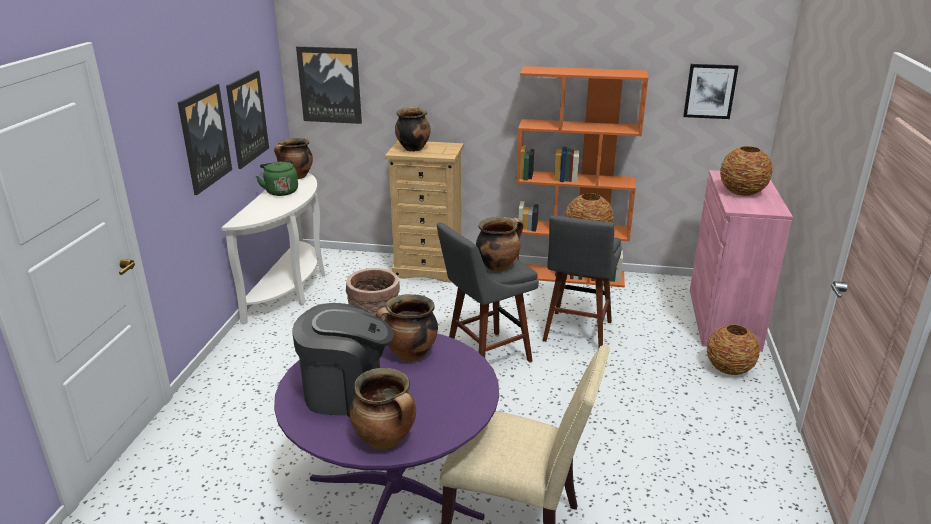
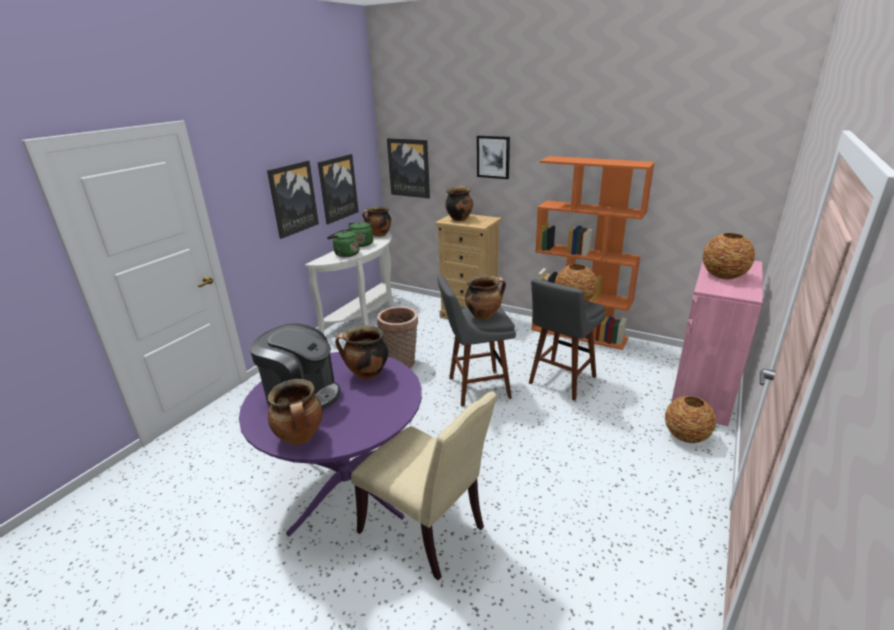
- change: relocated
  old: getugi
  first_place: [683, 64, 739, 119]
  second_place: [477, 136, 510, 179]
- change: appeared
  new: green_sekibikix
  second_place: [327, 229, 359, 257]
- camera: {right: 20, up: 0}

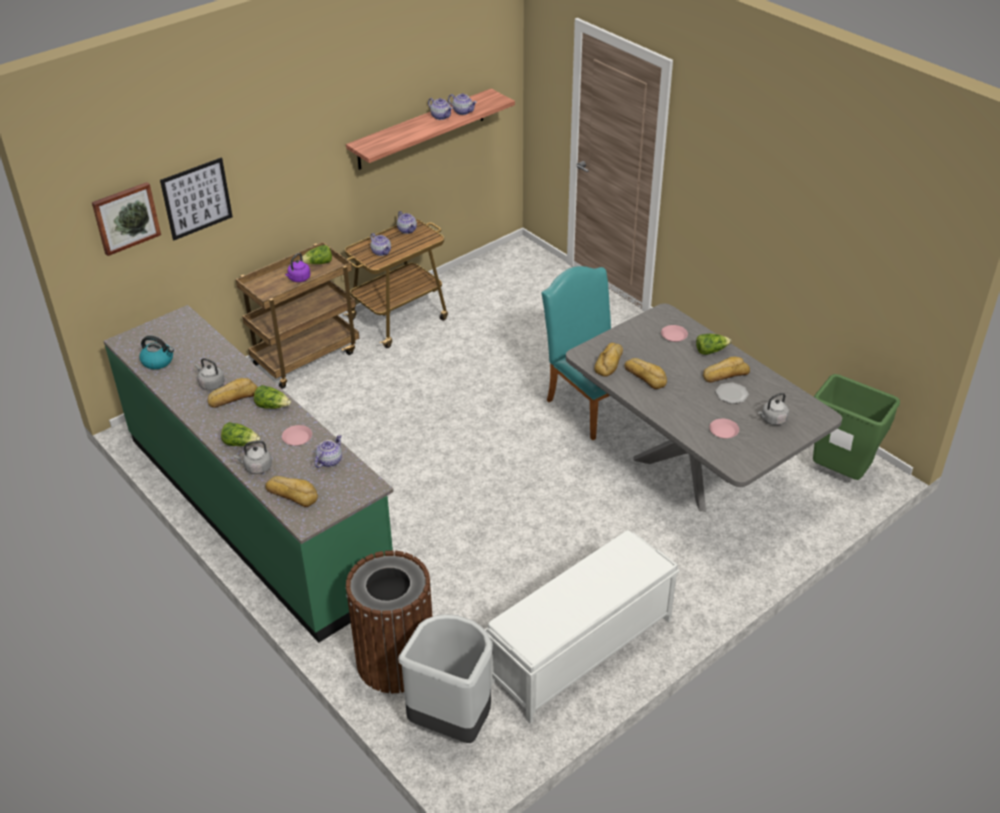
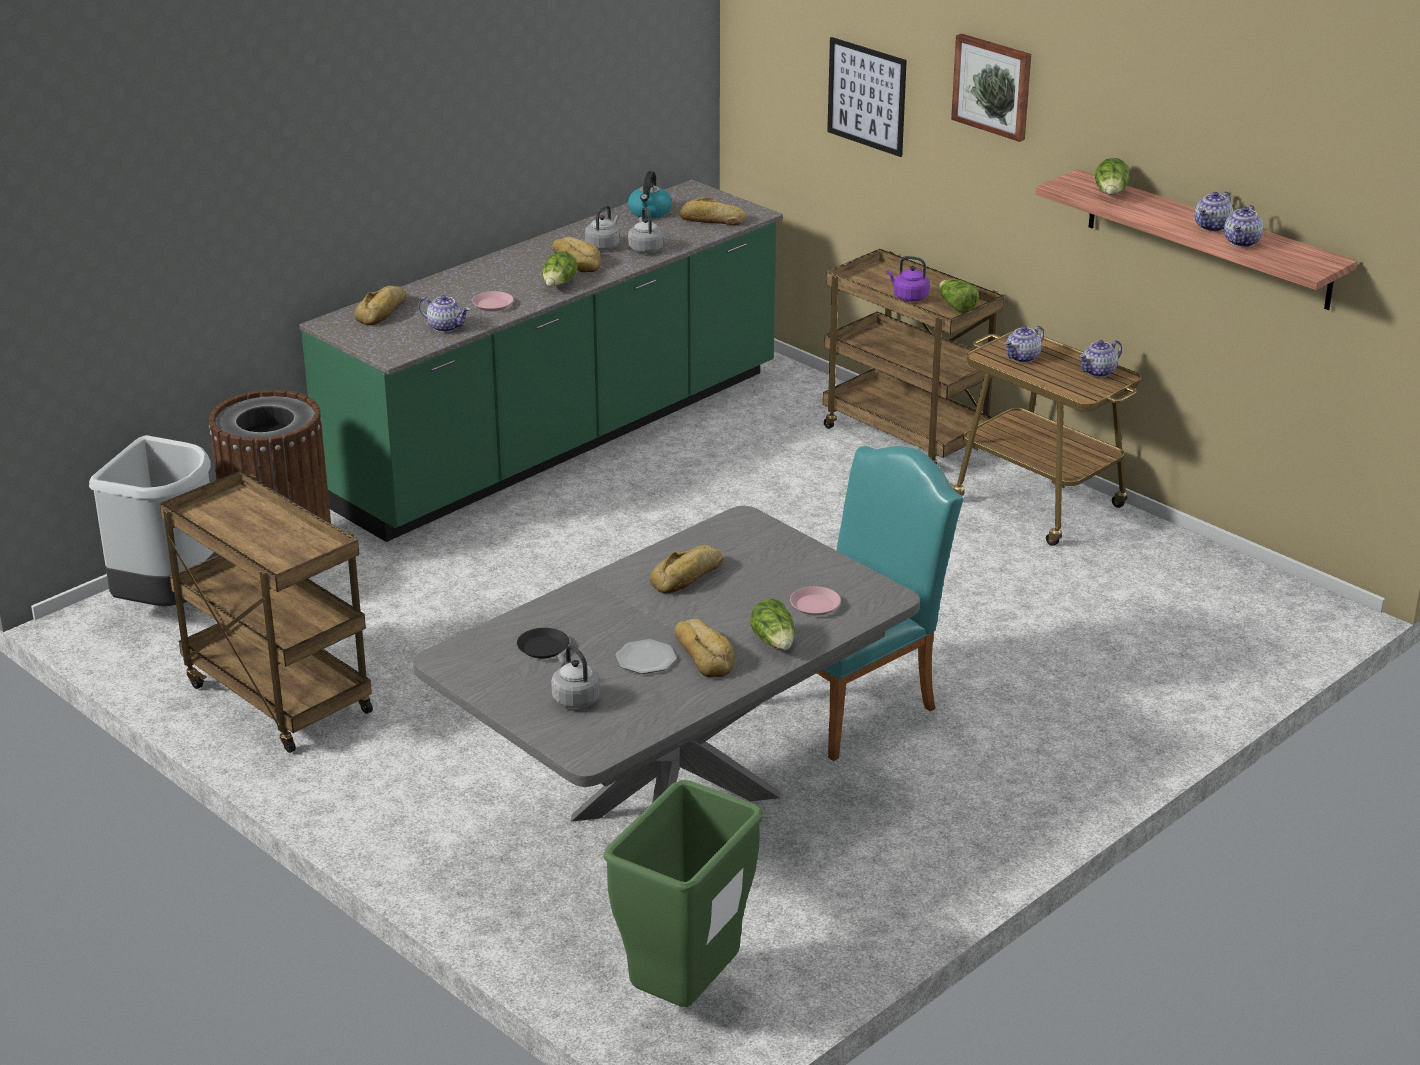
- change: relocated
  old: getugi
  first_place: [92, 182, 161, 256]
  second_place: [951, 34, 1031, 142]
- change: relocated
  old: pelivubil
  first_place: [221, 422, 260, 446]
  second_place: [1095, 158, 1129, 195]
- change: relocated
  old: grey_sekibikix
  first_place: [234, 440, 272, 474]
  second_place: [628, 207, 663, 253]
- change: exchanged
  old: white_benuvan
  new: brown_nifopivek
  first_place: [485, 530, 680, 724]
  second_place: [160, 470, 373, 753]
- change: relocated
  old: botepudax
  first_place: [594, 343, 623, 377]
  second_place: [680, 197, 746, 225]
- change: colour
  old: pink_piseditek
  new: black_piseditek
  first_place: [709, 419, 739, 439]
  second_place: [517, 628, 569, 658]
- camera: {right: 85, up: -10}

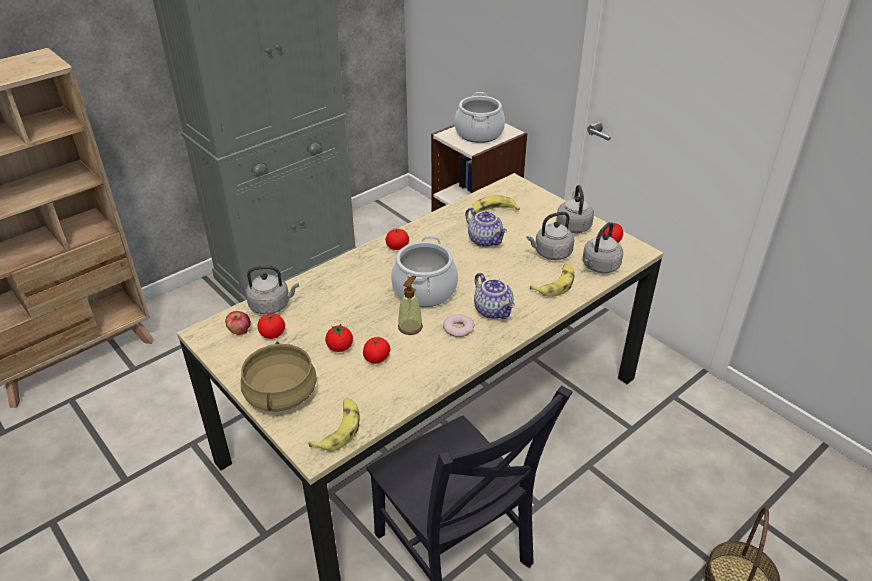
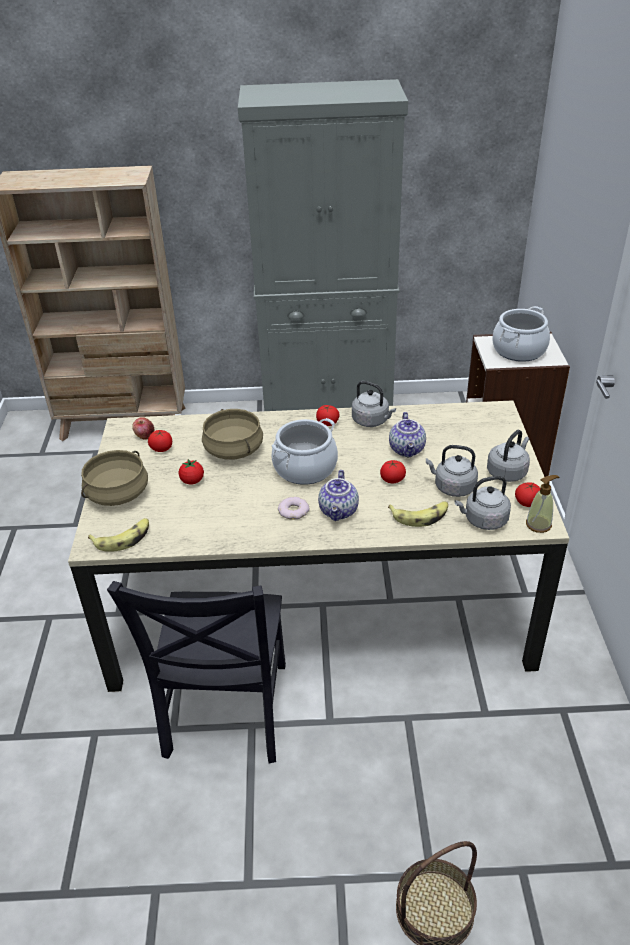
- change: relocated
  old: grey_sekibikix
  first_place: [246, 265, 299, 314]
  second_place: [352, 381, 396, 427]
- change: relocated
  old: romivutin
  first_place: [363, 337, 390, 364]
  second_place: [380, 460, 406, 483]
- change: relocated
  old: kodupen
  first_place: [398, 276, 423, 335]
  second_place: [526, 475, 559, 533]
- change: missing
  old: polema
  first_place: [471, 195, 520, 215]
- change: appeared
  new: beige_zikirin
  second_place: [202, 409, 263, 460]
- camera: {right: 40, up: 0}

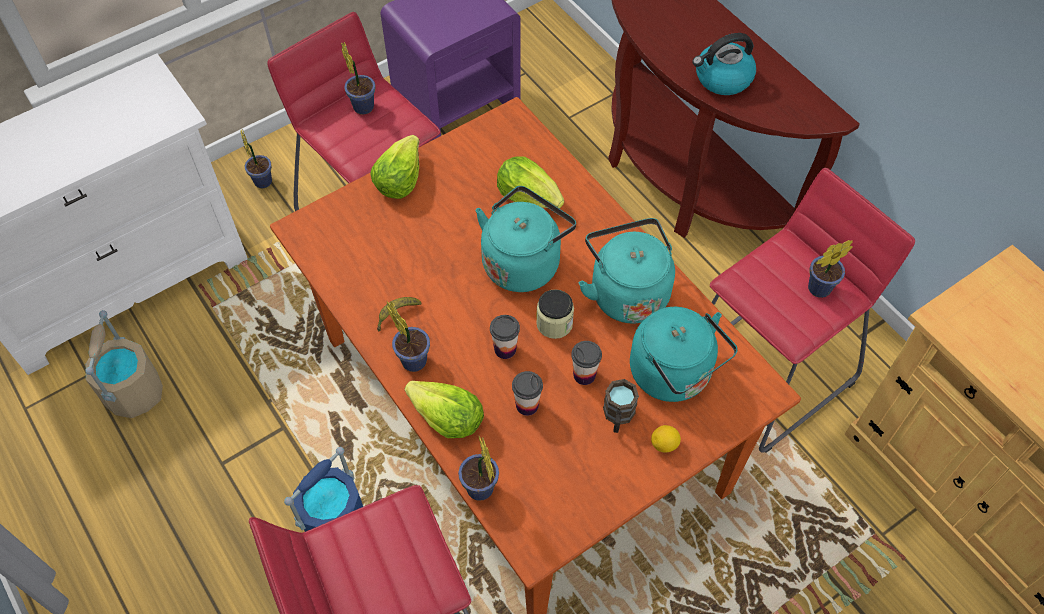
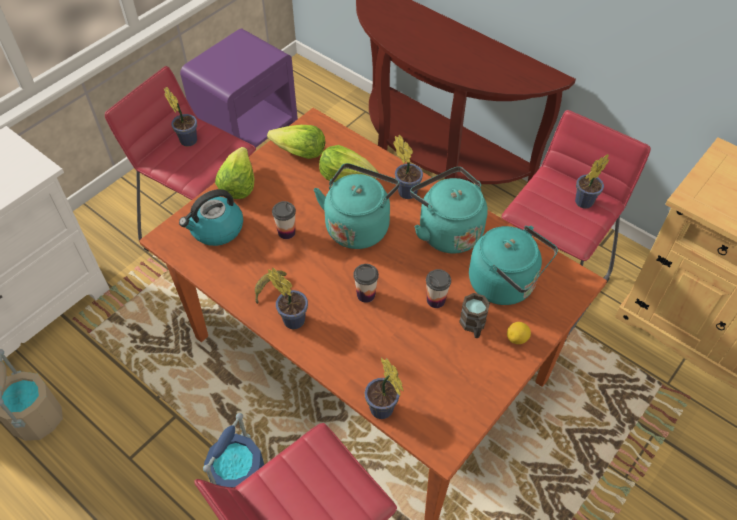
- change: relocated
  old: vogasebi
  first_place: [240, 129, 272, 189]
  second_place: [393, 134, 423, 199]
- change: relocated
  old: pelivubil
  first_place: [405, 381, 484, 438]
  second_place: [267, 125, 326, 159]
- change: relocated
  old: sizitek
  first_place: [512, 371, 543, 416]
  second_place: [272, 201, 296, 239]
- change: missing
  old: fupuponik
  first_place: [536, 289, 574, 339]
- change: relocated
  old: sekibikix
  first_place: [692, 33, 756, 95]
  second_place: [179, 189, 243, 246]
- camera: {right: -15, up: -5}

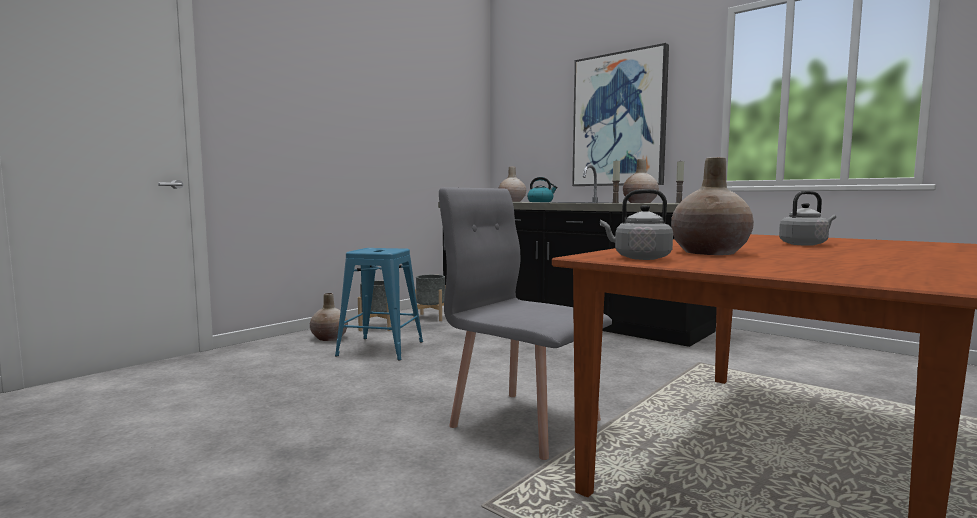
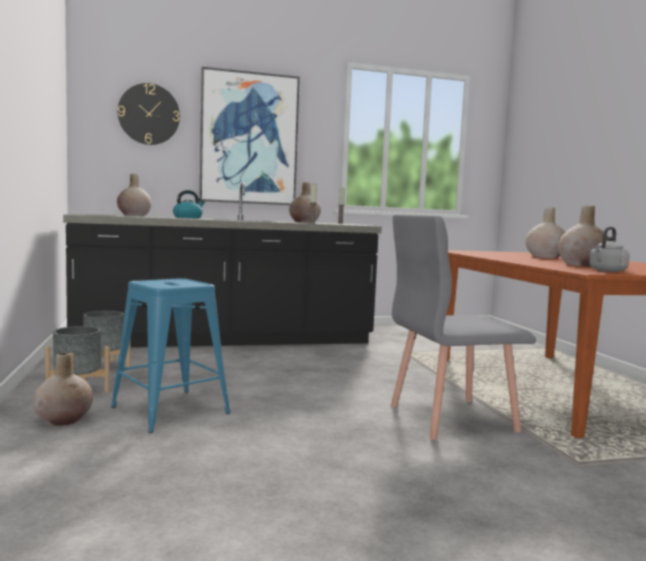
- change: exchanged
  old: grey_sekibikix
  new: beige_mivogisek
  first_place: [779, 191, 836, 246]
  second_place: [526, 207, 565, 258]
- change: appeared
  new: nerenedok
  second_place: [118, 83, 180, 145]
- camera: {right: -55, up: 0}

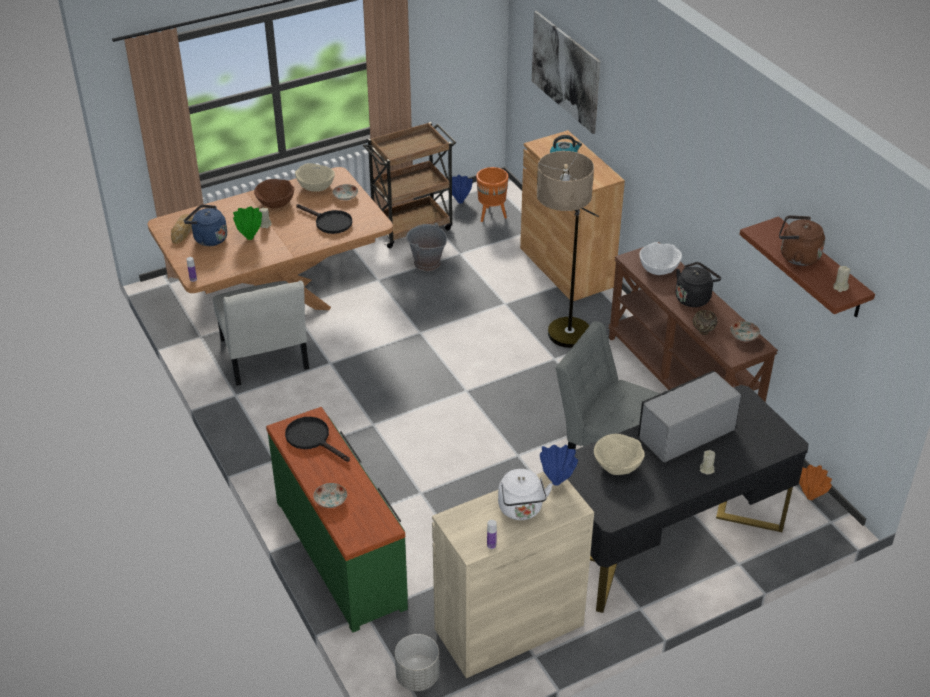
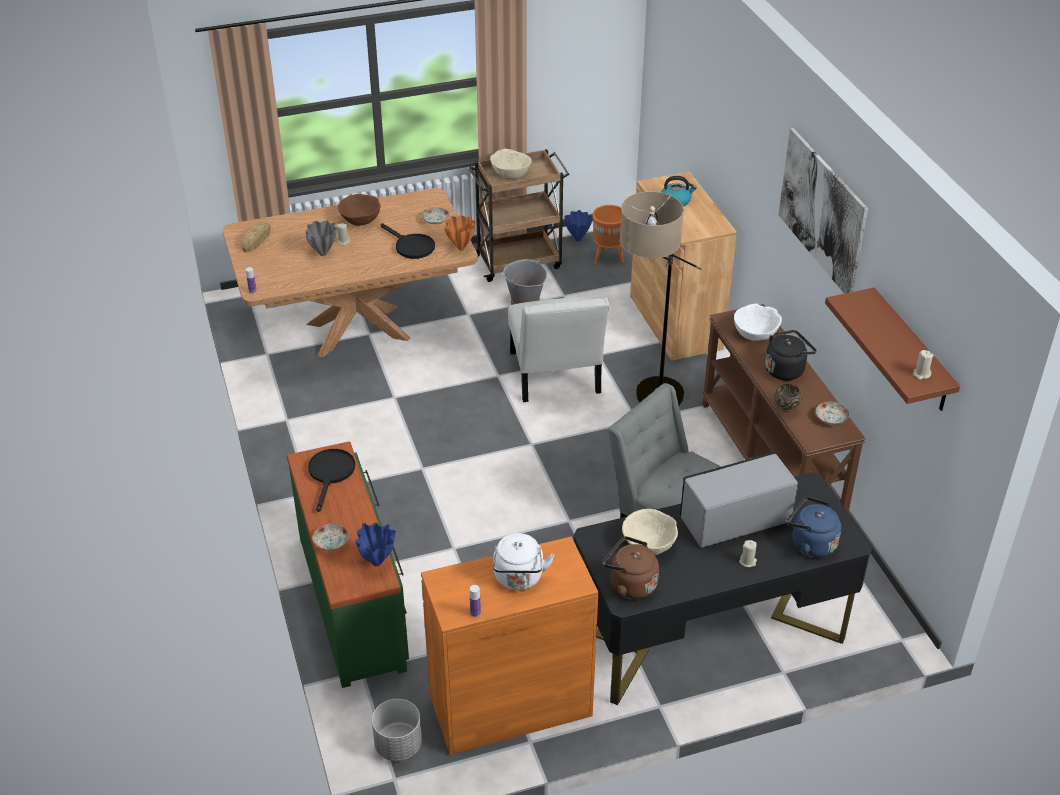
- change: relocated
  old: blue_sekibikix
  first_place: [184, 205, 227, 246]
  second_place: [787, 497, 841, 558]
- change: relocated
  old: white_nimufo
  first_place: [213, 280, 309, 386]
  second_place: [508, 297, 609, 402]
- change: colour
  old: green_mivogisek
  new: grey_mivogisek
  first_place: [233, 206, 262, 240]
  second_place: [306, 220, 337, 256]
- change: spun
  old: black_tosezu
  first_place: [285, 417, 350, 462]
  second_place: [308, 449, 355, 512]
  degrees: 45
- change: relocated
  old: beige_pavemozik
  first_place: [295, 163, 335, 192]
  second_place: [491, 149, 532, 179]
- change: colour
  old: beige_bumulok
  new: orange_bumulok
  first_place: [432, 472, 594, 678]
  second_place: [421, 536, 598, 755]
- change: relocated
  old: getugi
  first_place: [532, 11, 600, 134]
  second_place: [778, 128, 868, 294]
- change: relocated
  old: blue_mivogisek
  first_place: [540, 445, 578, 486]
  second_place: [355, 523, 396, 566]
- change: relocated
  old: brown_sekibikix
  first_place: [779, 215, 825, 266]
  second_place: [602, 536, 659, 599]
- change: relocated
  old: orange_mivogisek
  first_place: [799, 465, 832, 500]
  second_place: [444, 215, 475, 251]
- camera: {right: 10, up: 0}

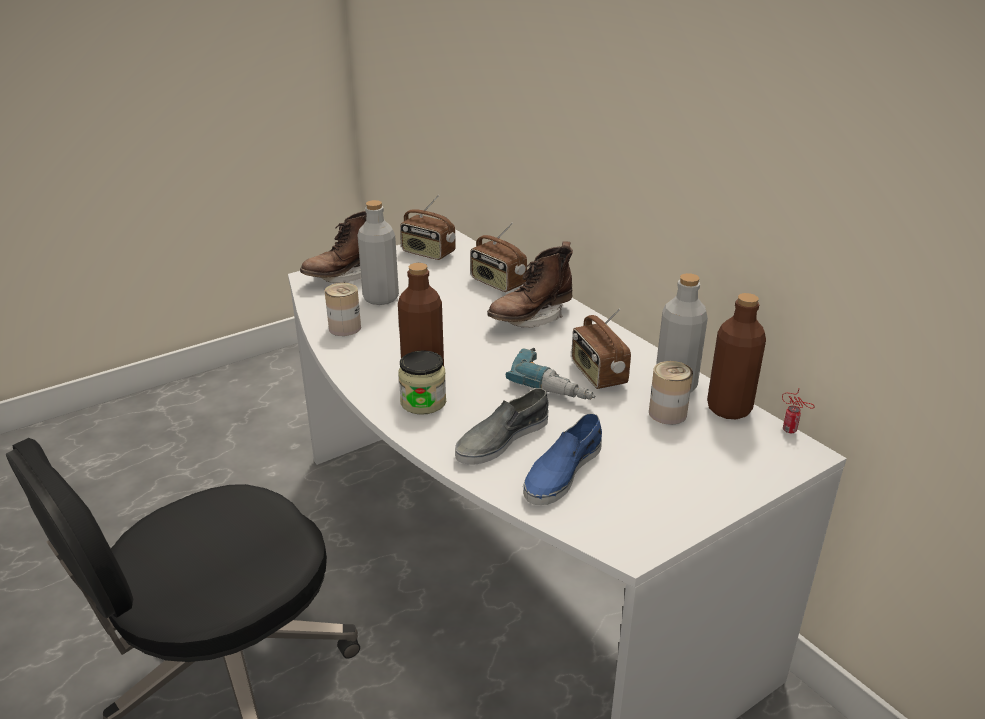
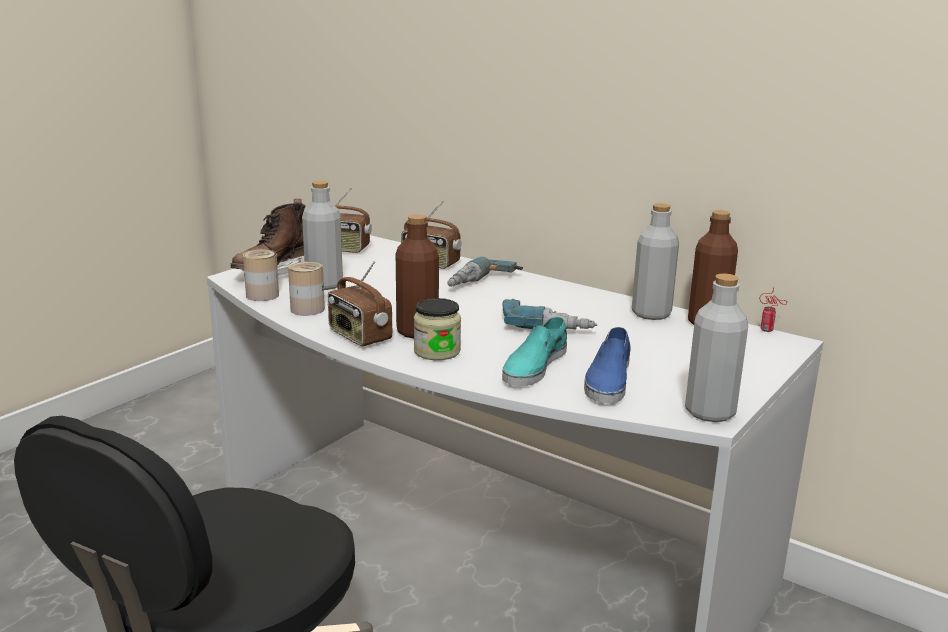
- change: colour
  old: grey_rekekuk
  new: turquoise_rekekuk
  first_place: [455, 388, 549, 465]
  second_place: [502, 317, 567, 386]
- change: exchanged
  old: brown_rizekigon
  new: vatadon
  first_place: [487, 241, 573, 328]
  second_place: [447, 257, 523, 287]
- change: relocated
  old: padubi
  first_place: [571, 308, 631, 389]
  second_place: [328, 261, 392, 346]
- change: relocated
  old: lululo
  first_place: [649, 361, 693, 425]
  second_place: [243, 250, 279, 301]
- change: appeared
  new: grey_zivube
  second_place: [685, 273, 748, 422]
- camera: {right: -20, up: -10}

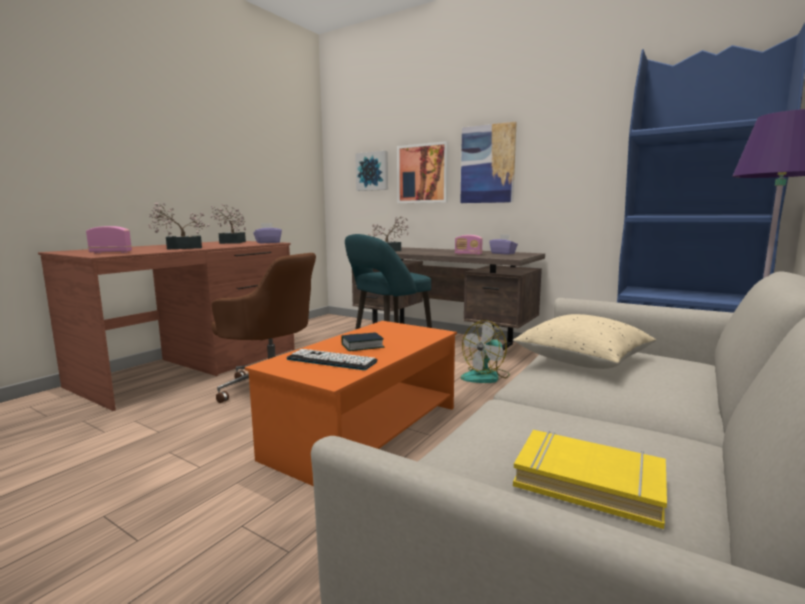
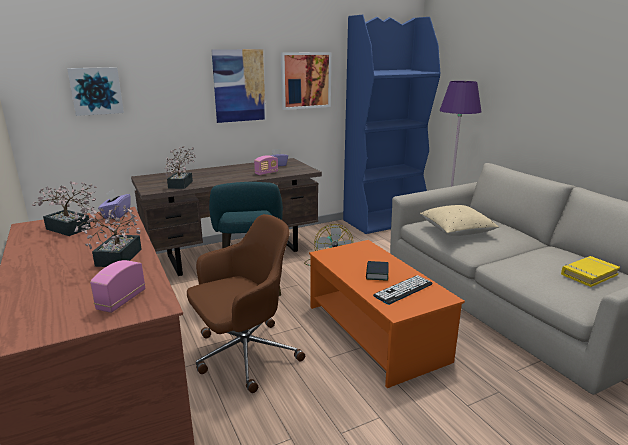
- change: relocated
  old: getugi
  first_place: [397, 141, 449, 203]
  second_place: [281, 52, 331, 110]
- camera: {right: -60, up: 10}

